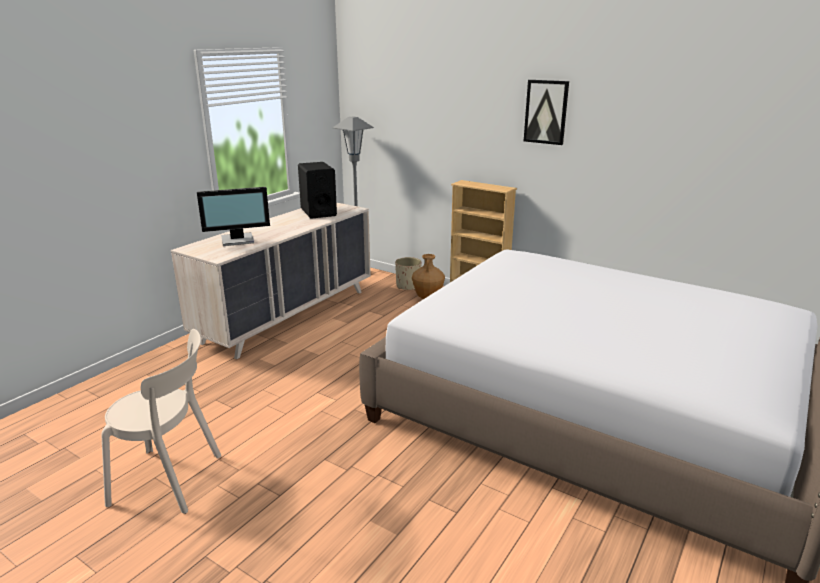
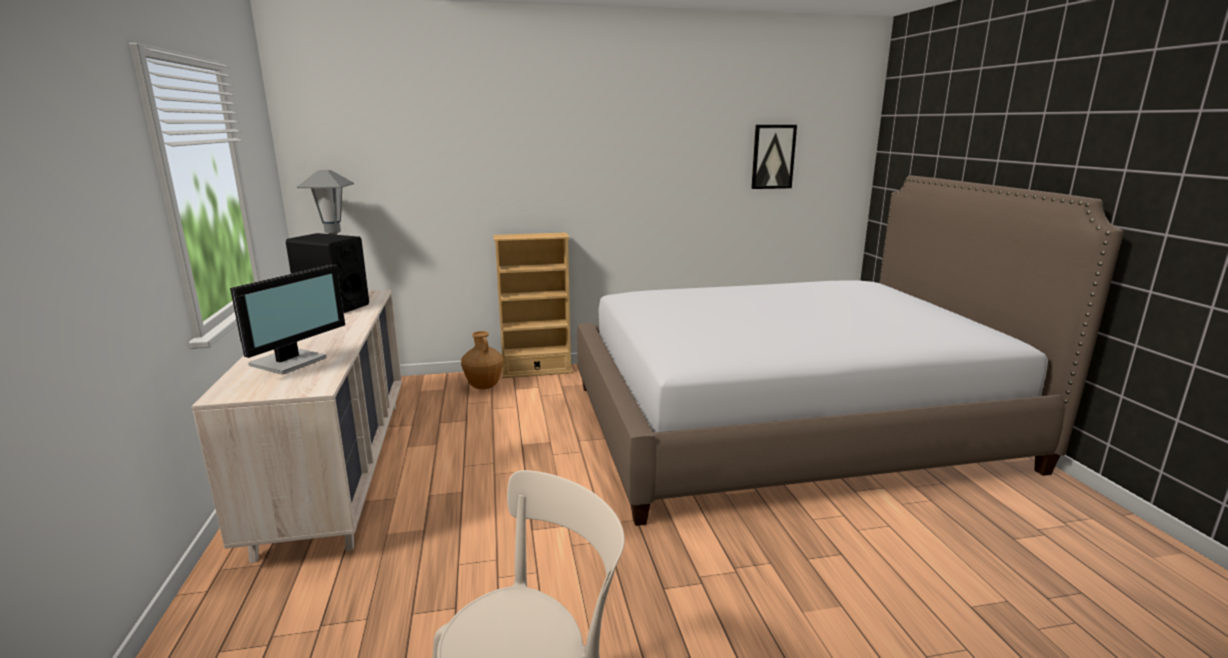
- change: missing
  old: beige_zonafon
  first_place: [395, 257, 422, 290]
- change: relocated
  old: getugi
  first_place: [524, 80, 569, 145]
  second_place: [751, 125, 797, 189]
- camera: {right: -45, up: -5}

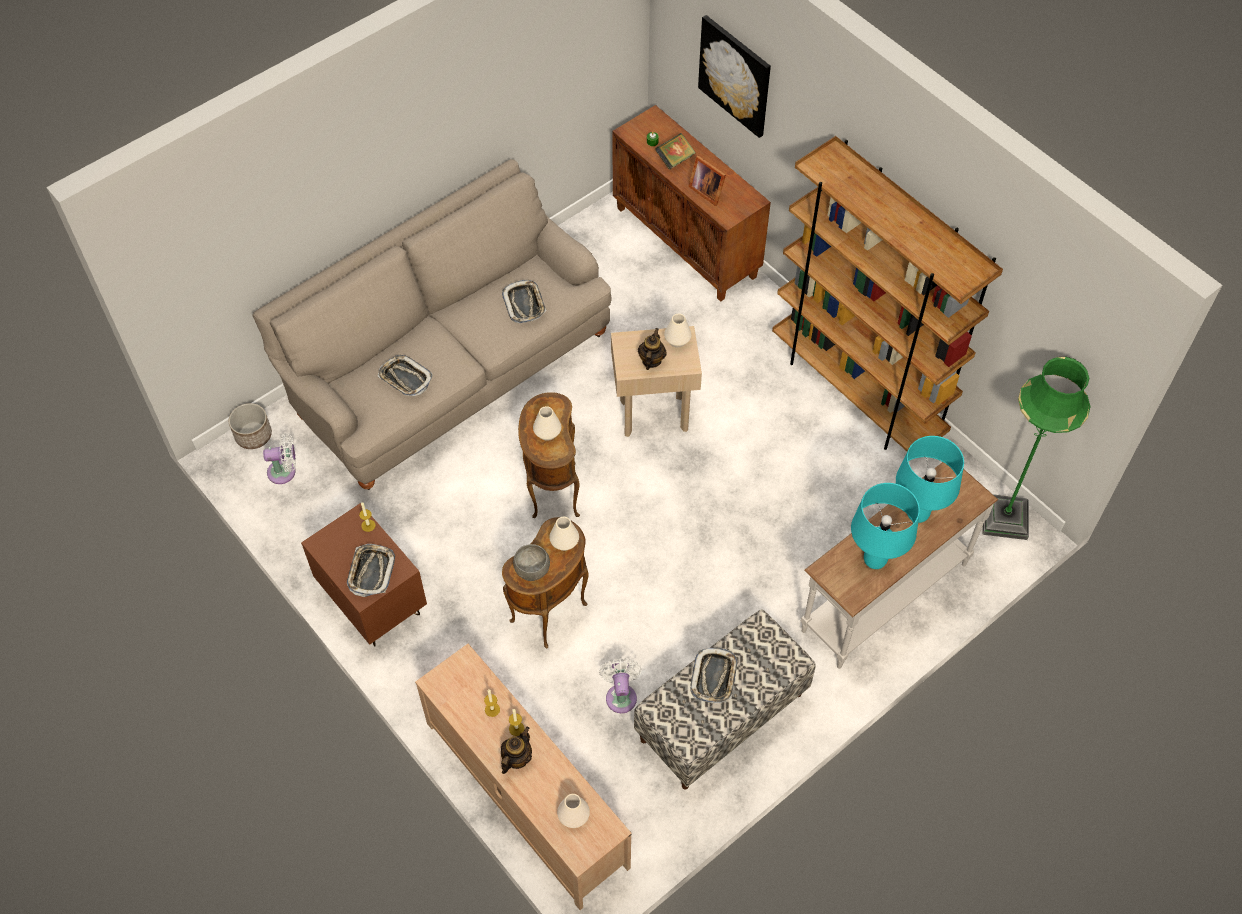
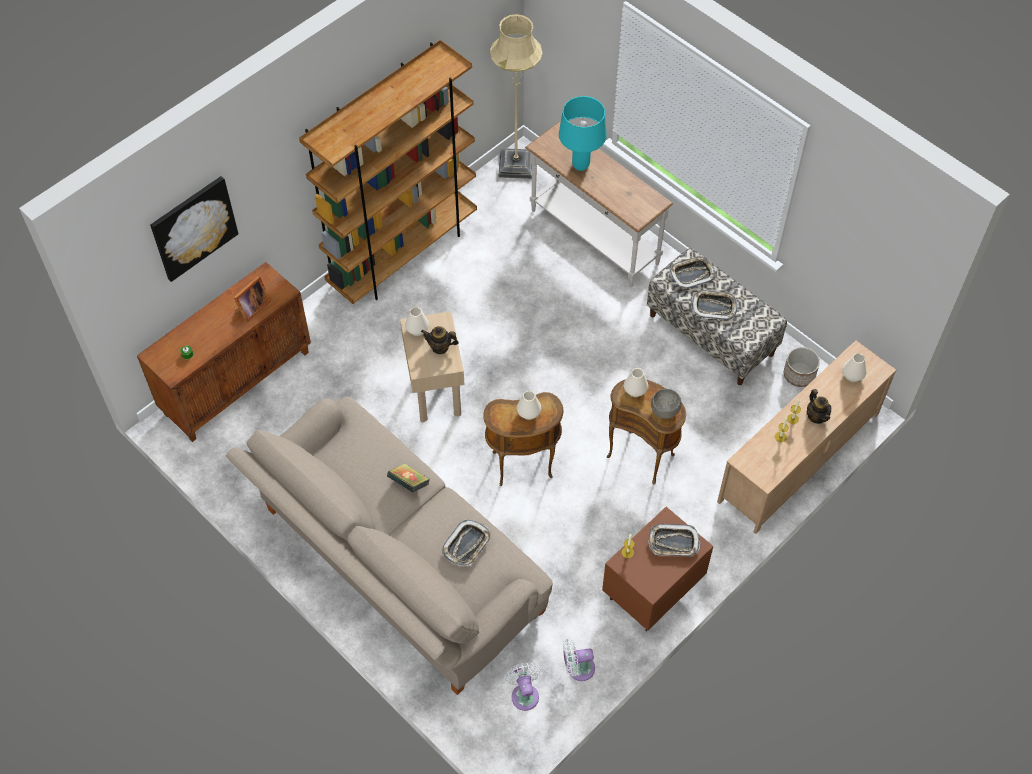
- change: relocated
  old: zonafon
  first_place: [229, 403, 272, 449]
  second_place: [784, 347, 820, 387]
- change: spun
  old: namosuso
  first_place: [501, 727, 532, 774]
  second_place: [807, 389, 832, 424]
  degrees: -135
- change: relocated
  old: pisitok
  first_place: [502, 280, 547, 323]
  second_place: [669, 255, 716, 289]
- change: relocated
  old: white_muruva
  first_place: [599, 658, 642, 713]
  second_place: [563, 639, 595, 681]
- change: relocated
  old: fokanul
  first_place: [655, 133, 696, 170]
  second_place: [387, 463, 430, 493]
- change: missing
  old: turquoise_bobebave
  first_place: [851, 483, 920, 569]
- change: colour
  old: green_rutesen
  new: beige_rutesen
  first_place: [982, 357, 1091, 540]
  second_place: [490, 14, 543, 179]
- camera: {right: -95, up: 0}

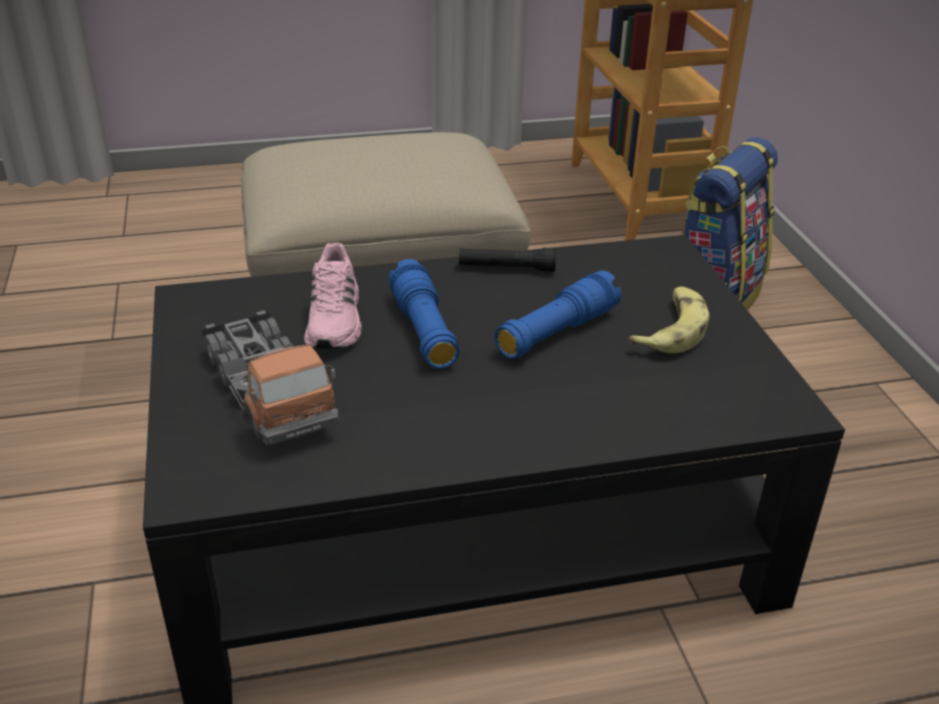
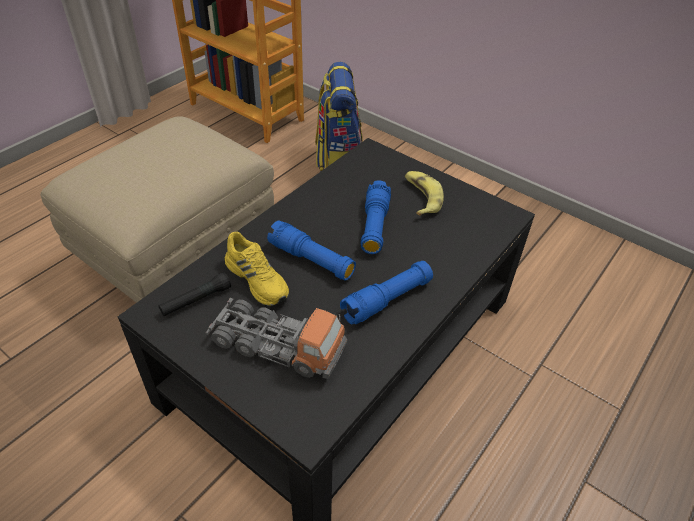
- change: colour
  old: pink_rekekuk
  new: yellow_rekekuk
  first_place: [304, 243, 362, 349]
  second_place: [225, 232, 289, 306]
- change: relocated
  old: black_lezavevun
  first_place: [459, 248, 556, 272]
  second_place: [158, 272, 231, 317]
- change: appeared
  new: blue_lezavevun
  second_place: [340, 261, 433, 325]
- camera: {right: -40, up: 10}

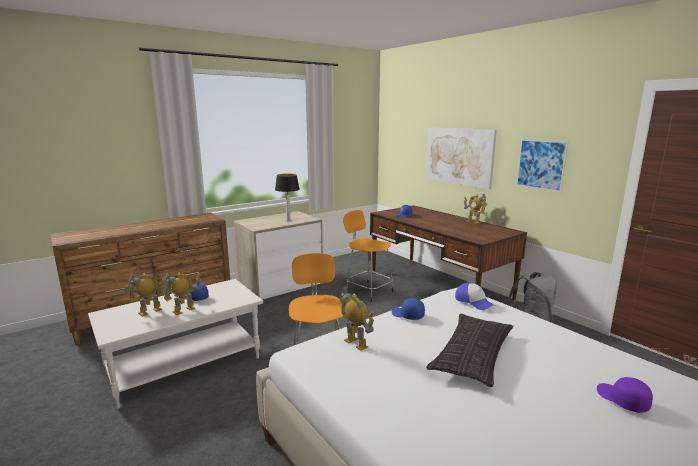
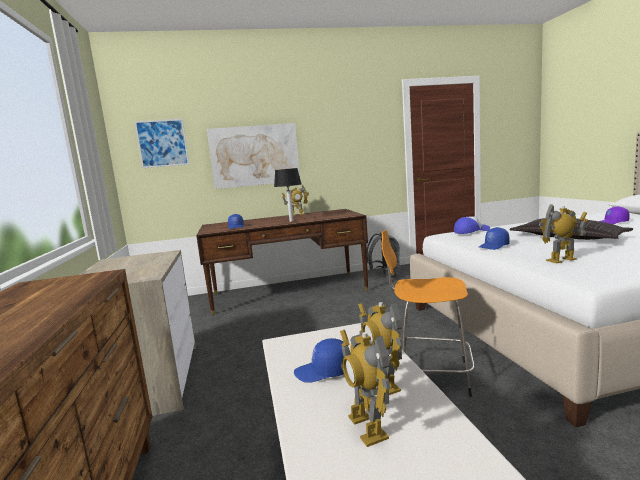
- change: relocated
  old: bobebave
  first_place: [275, 174, 300, 221]
  second_place: [274, 168, 301, 222]
- change: missing
  old: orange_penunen
  first_place: [343, 210, 393, 302]
- change: relocated
  old: getugi
  first_place: [516, 139, 569, 192]
  second_place: [134, 118, 189, 168]
- camera: {right: -65, up: -5}

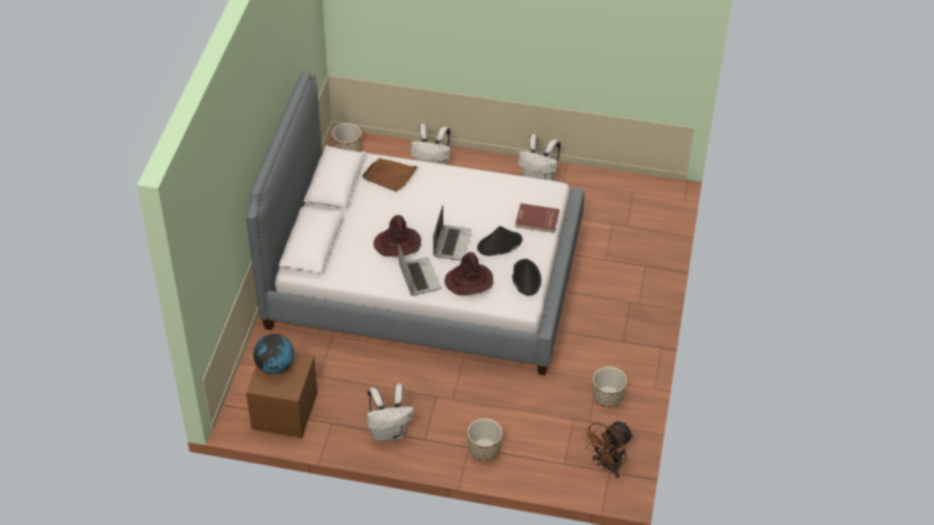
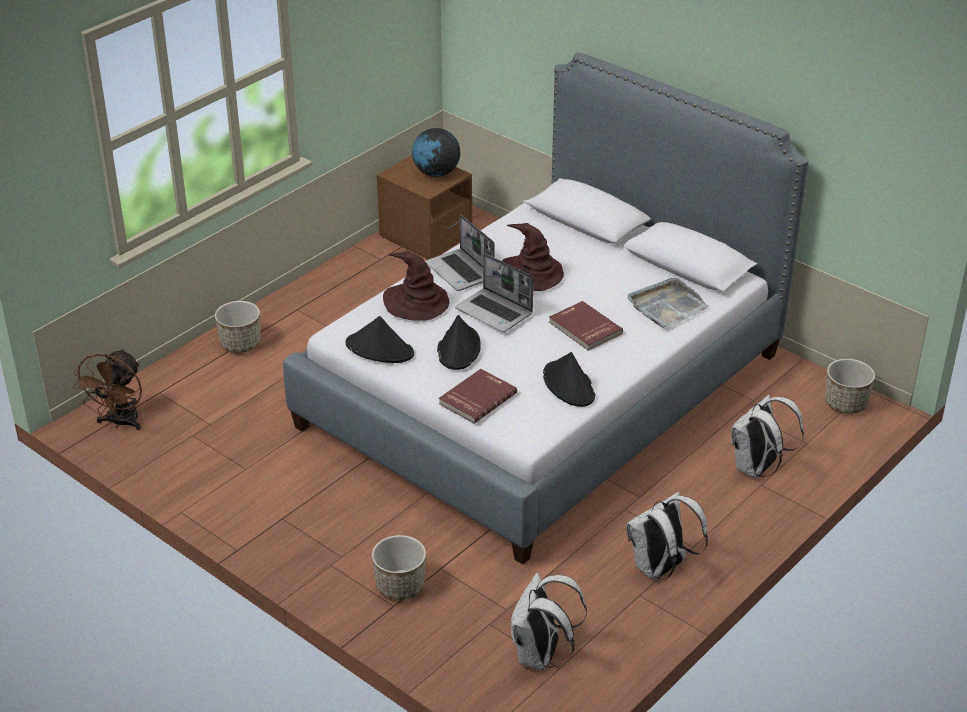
- change: colour
  old: brown_pisitok
  new: grey_pisitok
  first_place: [362, 158, 418, 191]
  second_place: [627, 278, 709, 328]
- change: relocated
  old: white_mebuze
  first_place: [367, 383, 414, 441]
  second_place: [511, 573, 587, 670]
- change: spun
  old: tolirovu
  first_place: [398, 244, 441, 296]
  second_place: [425, 214, 494, 291]
  degrees: 45
- change: spun
  old: brown_muruva
  first_place: [581, 421, 634, 478]
  second_place: [72, 349, 142, 430]
  degrees: -150
- change: relocated
  old: zonafon
  first_place: [593, 366, 627, 407]
  second_place: [372, 535, 426, 600]
- change: appeared
  new: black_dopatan
  second_place: [543, 352, 595, 407]
- change: appeared
  new: red_fokanul
  second_place: [549, 301, 623, 351]
- camera: {right: 120, up: -10}

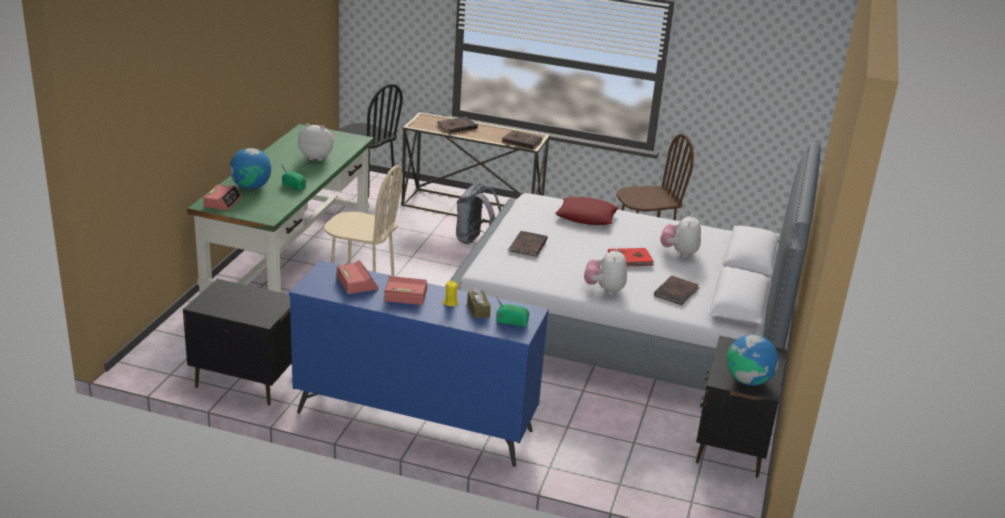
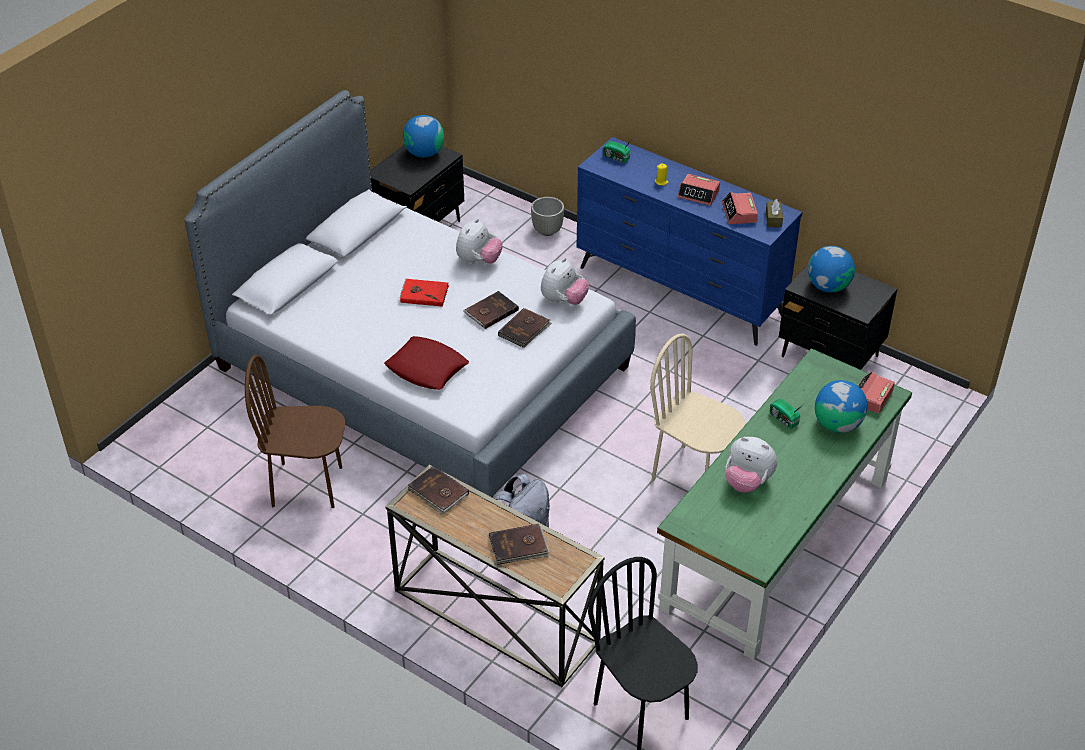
- change: relocated
  old: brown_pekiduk
  first_place: [467, 288, 491, 318]
  second_place: [766, 199, 783, 228]
- change: relocated
  old: brown_fokanul
  first_place: [654, 275, 700, 305]
  second_place: [464, 291, 519, 329]
- change: relocated
  old: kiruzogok
  first_place: [660, 214, 701, 257]
  second_place: [541, 258, 589, 305]
- change: appeared
  new: grey_zonafon
  second_place: [531, 197, 564, 236]
- change: appeared
  new: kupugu
  second_place: [808, 246, 855, 293]
- camera: {right: -160, up: 15}

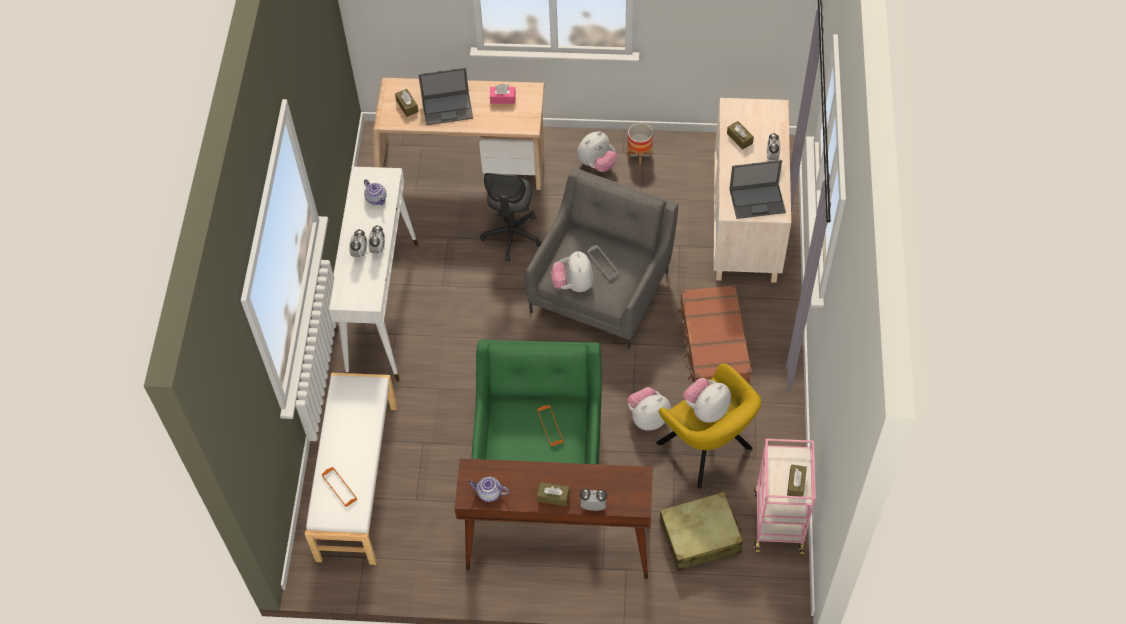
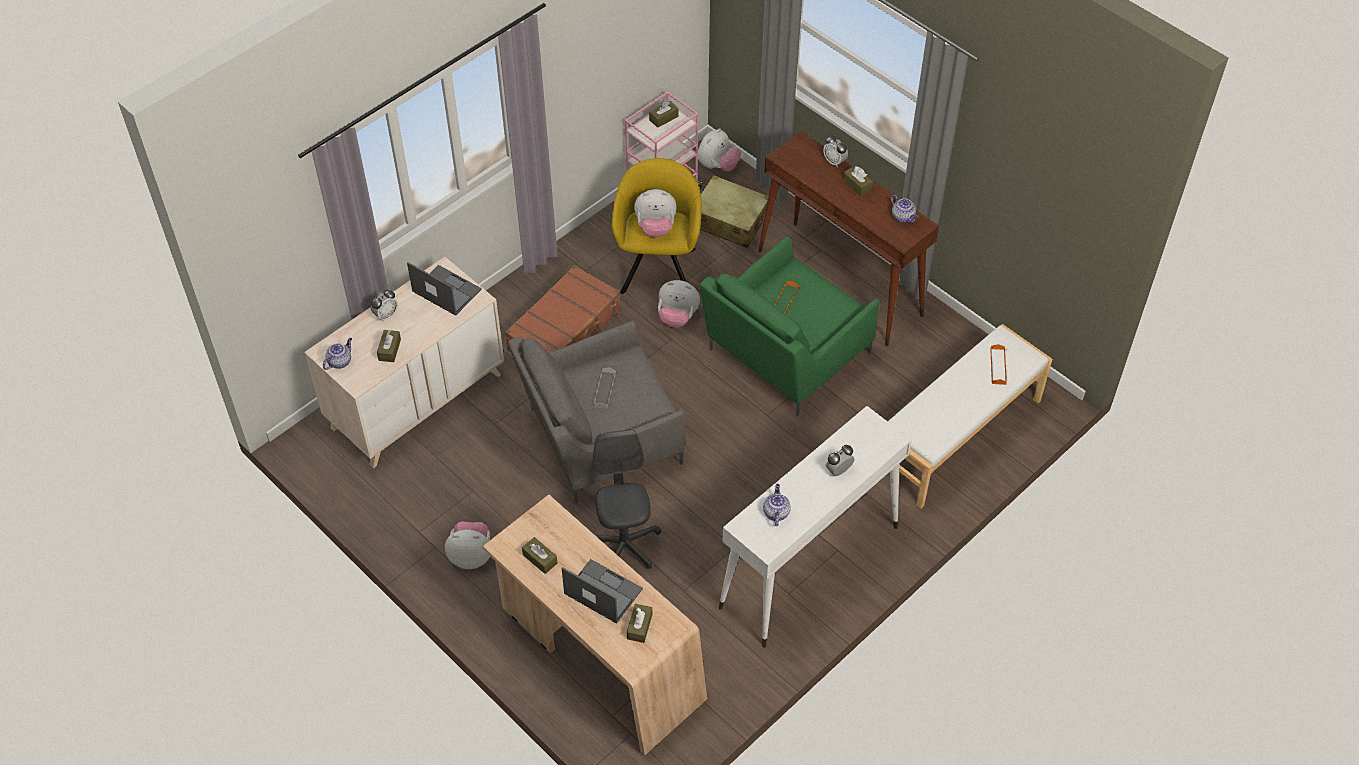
- change: missing
  old: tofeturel
  first_place: [368, 225, 385, 255]
- change: spun
  old: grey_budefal
  first_place: [480, 173, 542, 261]
  second_place: [593, 429, 661, 569]
  degrees: -60
- change: colour
  old: pink_pekiduk
  new: brown_pekiduk
  first_place: [490, 84, 516, 104]
  second_place: [522, 537, 558, 574]
- change: relocated
  old: kiruzogok
  first_place: [551, 251, 594, 292]
  second_place: [698, 128, 741, 171]
- change: missing
  old: zonafon
  first_place: [627, 123, 653, 164]
- change: appeared
  new: namosuso
  second_place: [323, 338, 352, 370]
- camera: {right: -140, up: -5}

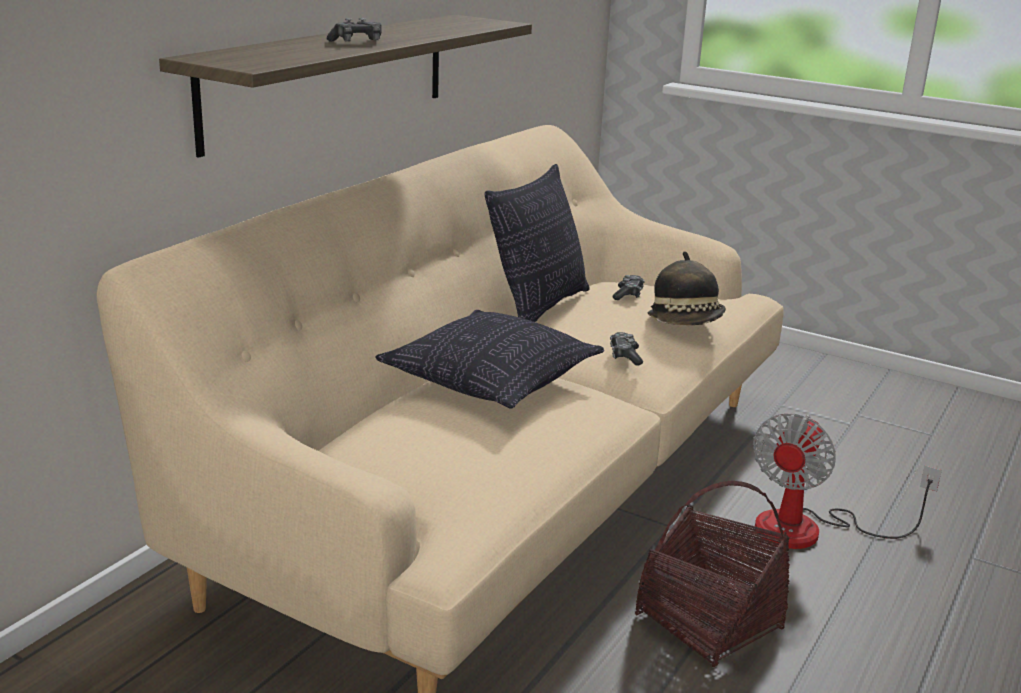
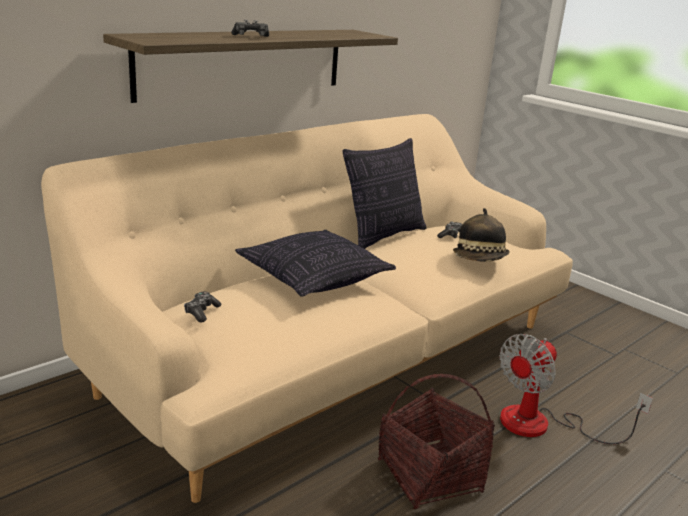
- change: relocated
  old: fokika
  first_place: [610, 332, 643, 366]
  second_place: [184, 292, 221, 322]
- camera: {right: 15, up: 0}

